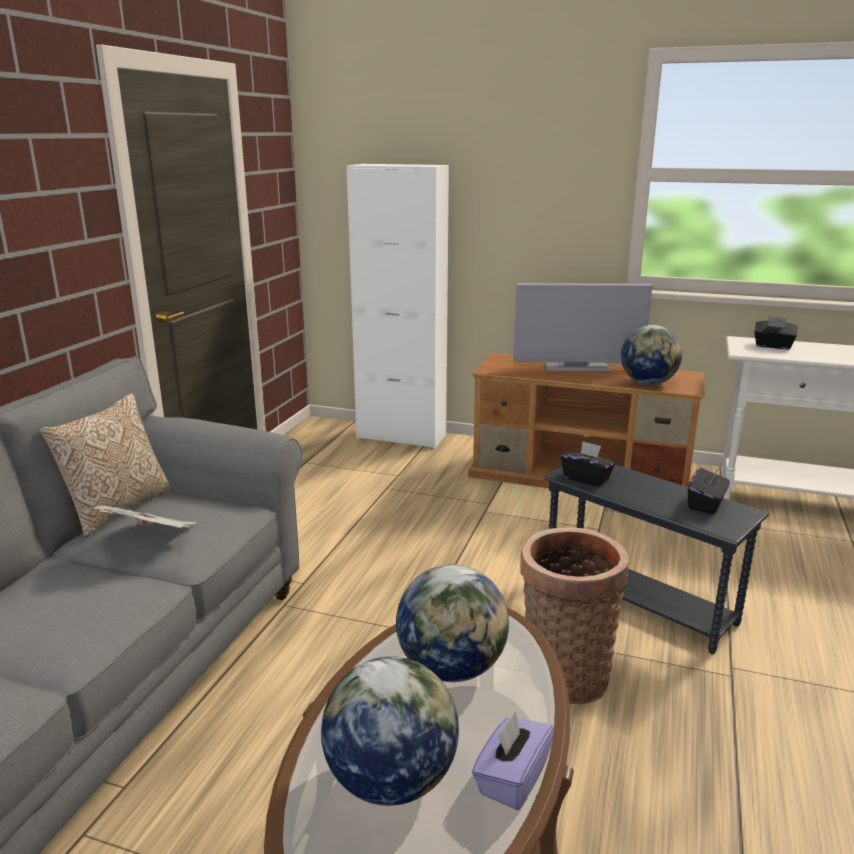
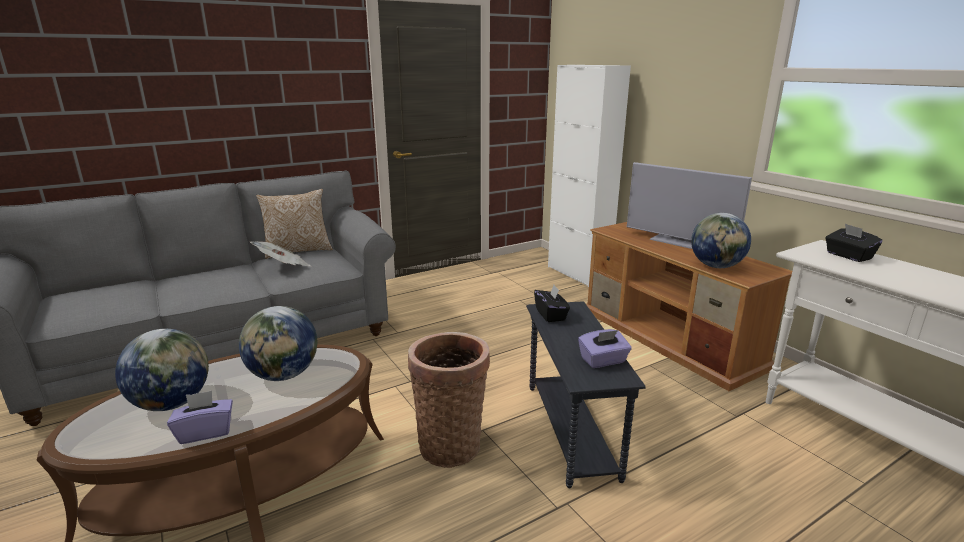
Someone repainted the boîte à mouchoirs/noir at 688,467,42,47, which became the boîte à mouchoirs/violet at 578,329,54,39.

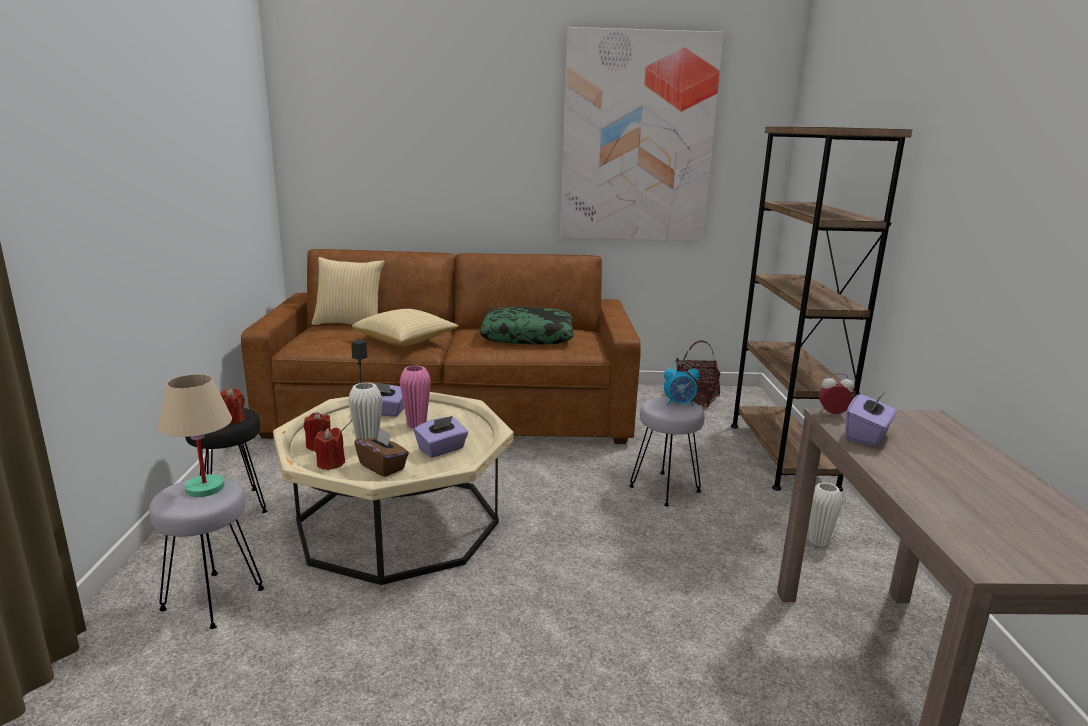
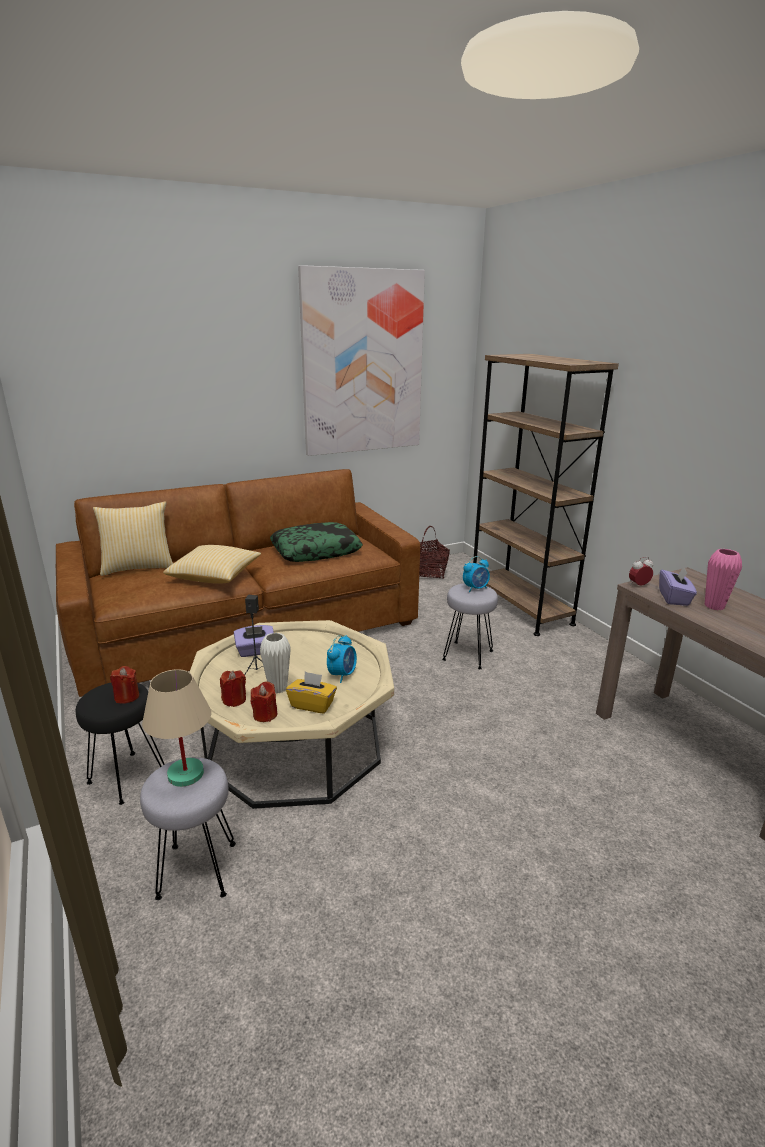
Someone repainted the boîte à mouchoirs/marron at 354,428,55,49, which became the boîte à mouchoirs/jaune at 286,671,51,42.
Someone swapped the boîte à mouchoirs/violet at 414,416,54,42 for the réveil at 327,635,30,48.
Someone carried the vase/rose from 400,365,31,64 to 705,549,37,61.
Someone took away the vase/blanc at 809,483,34,64.

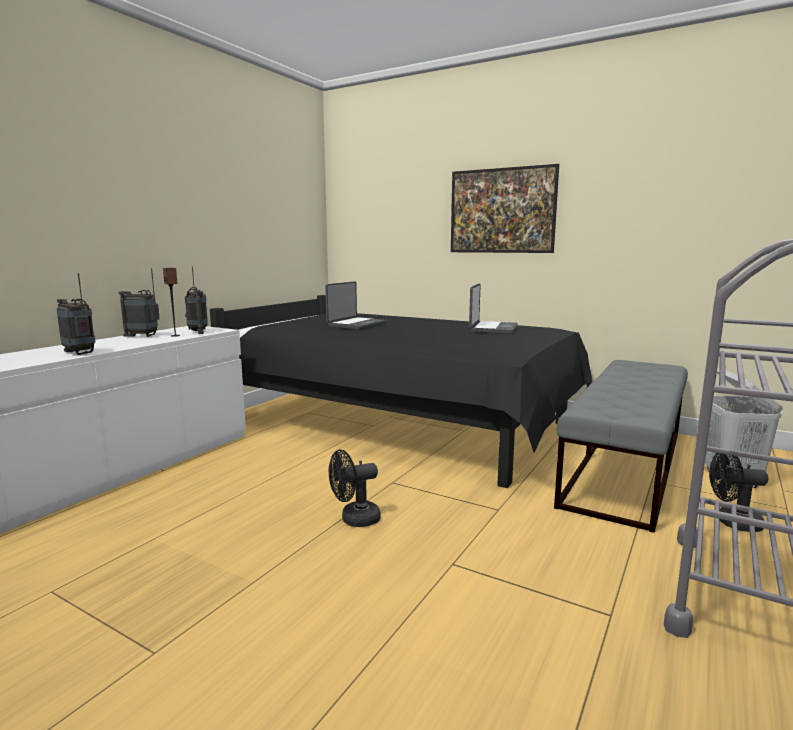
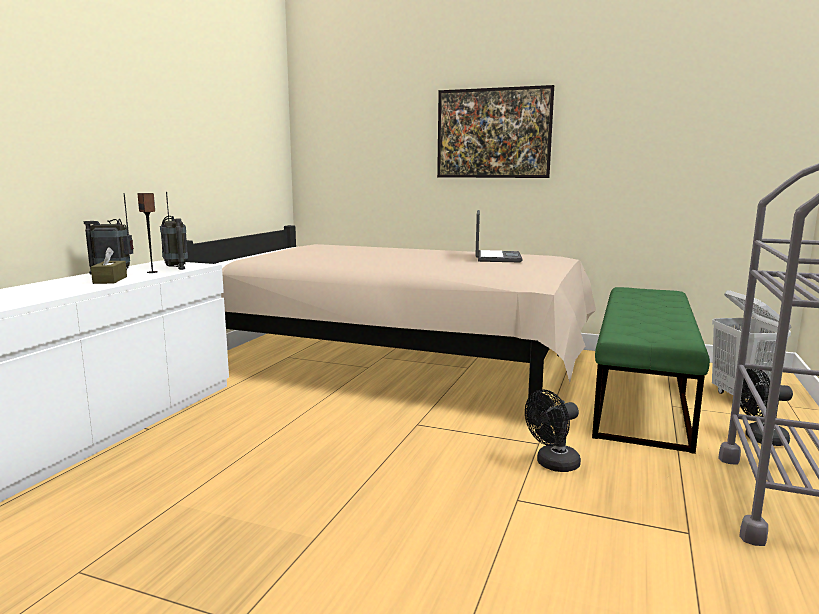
Someone put down the boîte à mouchoirs/marron at 91,247,36,37.
Someone repainted the lit/noir at 210,295,383,193, which became the lit/beige at 186,225,410,195.
Someone carried the ventilateur/noir from 329,450,52,77 to 525,390,56,82.
Someone repainted the banc/gris at 554,360,134,173, which became the banc/vert at 592,287,118,167.
Someone took away the radio at 56,273,39,82.
Someone took away the ordinateur portable at 325,281,62,49.

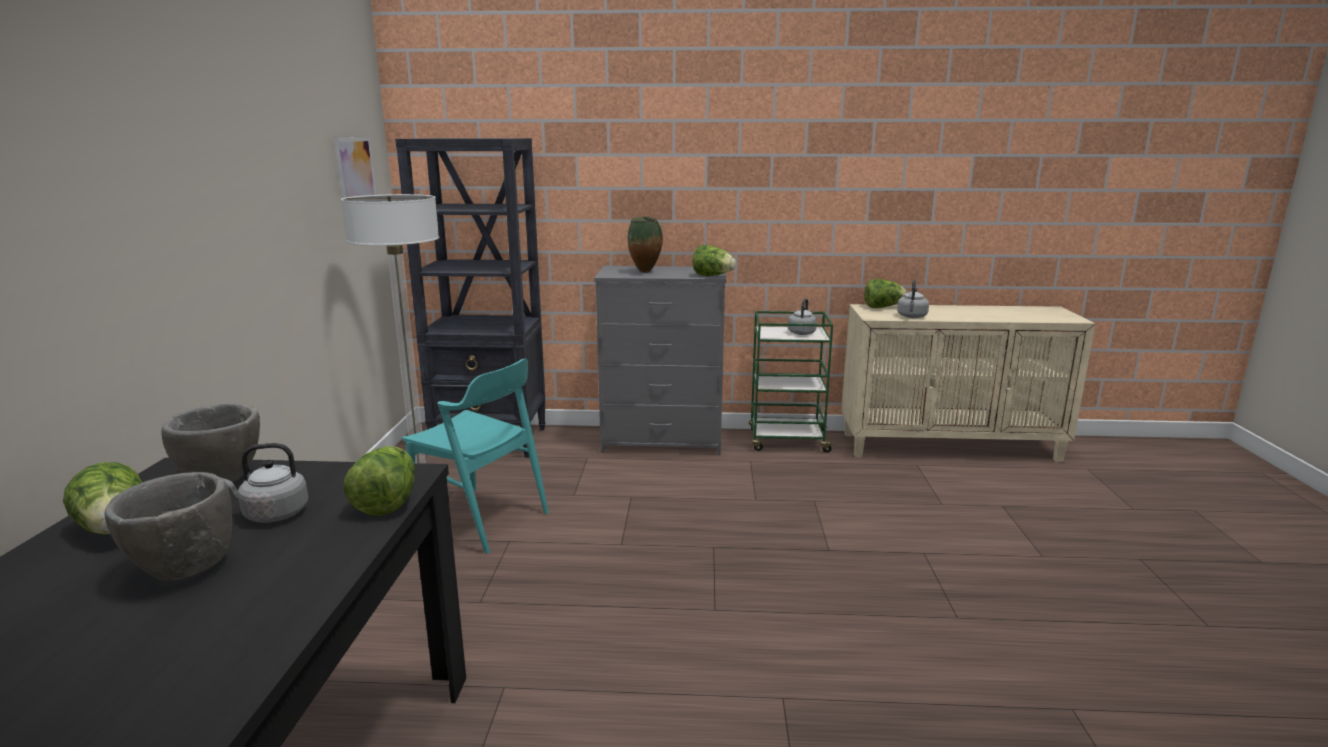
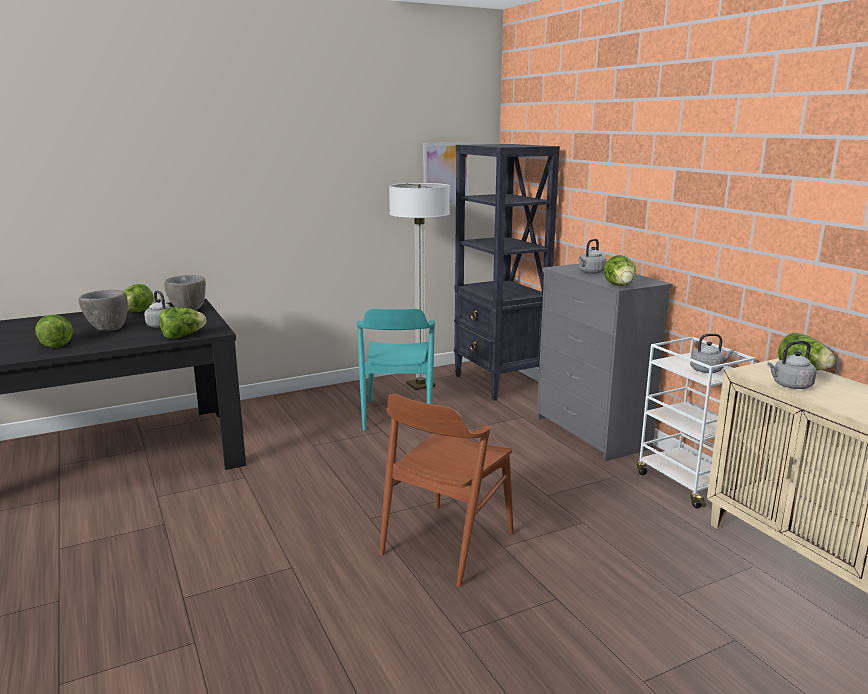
Someone put down the laitue at 35,314,38,34.
Someone put down the chaise/marron at 380,394,133,193.
Someone swapped the vase at 628,216,35,57 for the bouilloire/gris at 579,239,28,35.
Someone repainted the chariot/vert at 749,311,87,142, which became the chariot/blanc at 637,337,118,171.

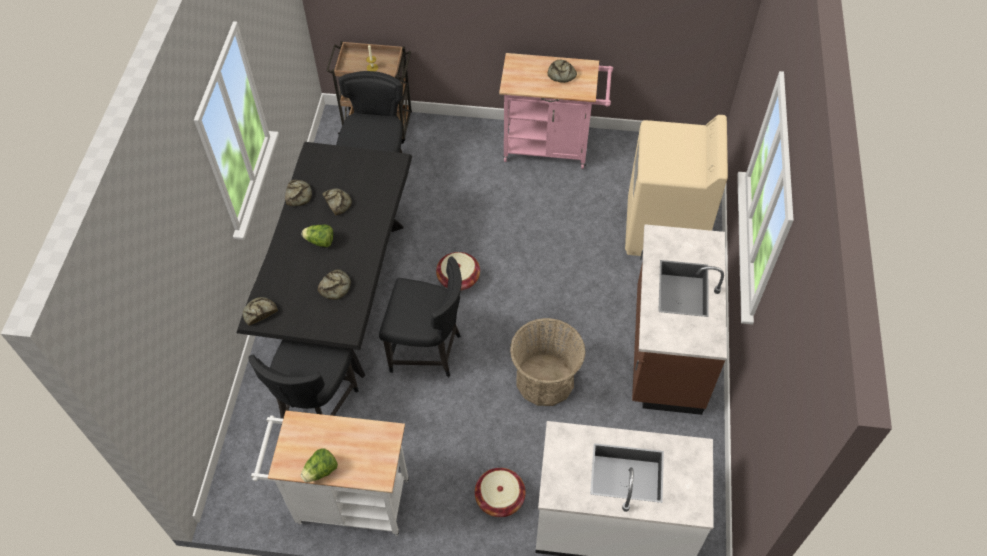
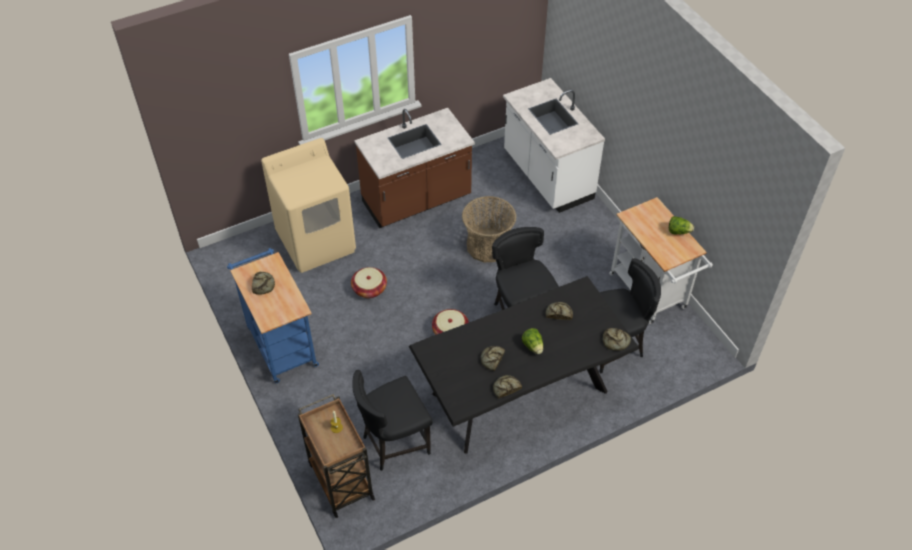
Someone repainted the chariot/rose at 499,53,114,116, which became the chariot/bleu at 227,248,92,135.
Someone carried the panier from 475,468,51,49 to 351,267,36,31.

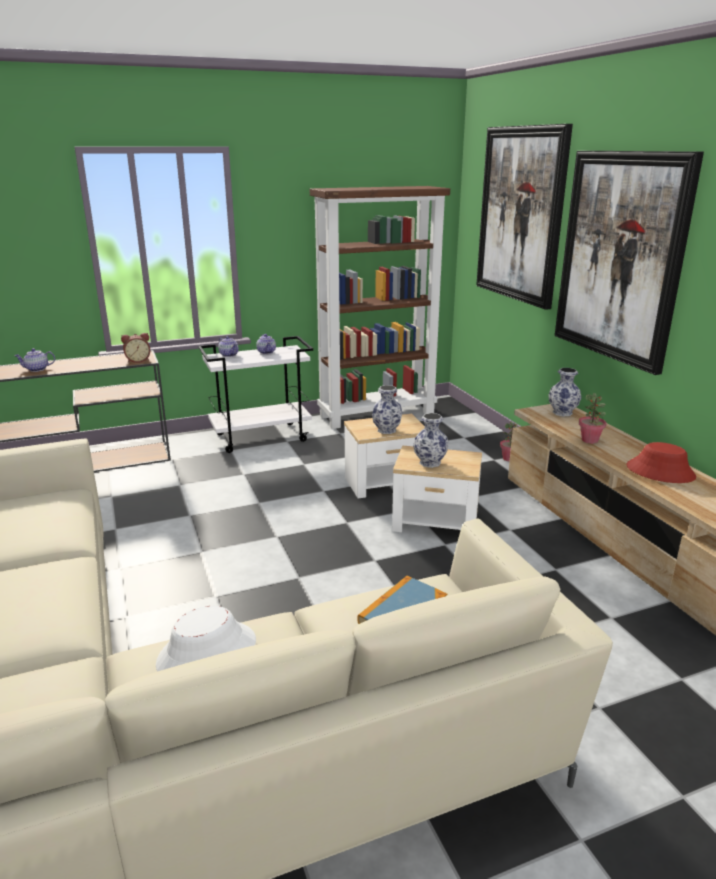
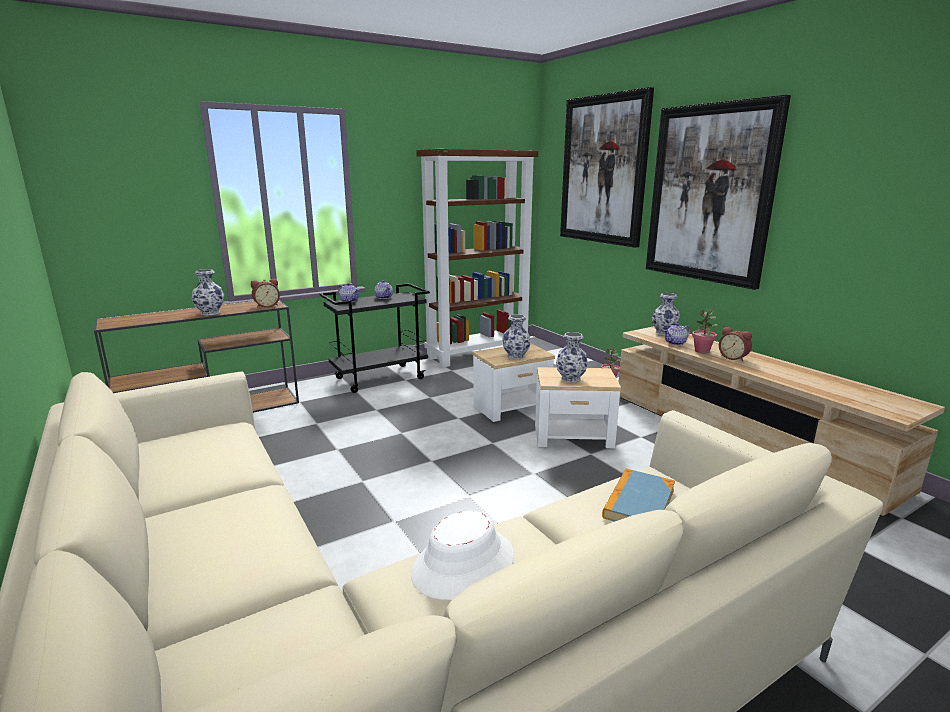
Someone put down the vase at 192,269,32,47.
Someone repainted the chariot/blanc at 198,336,115,117, which became the chariot/noir at 319,283,111,110.
Someone carried the théière from 14,348,41,24 to 664,323,26,22.
Someone put down the réveil at 719,327,33,34.
Someone took away the chapeau/rouge at 626,442,70,41.

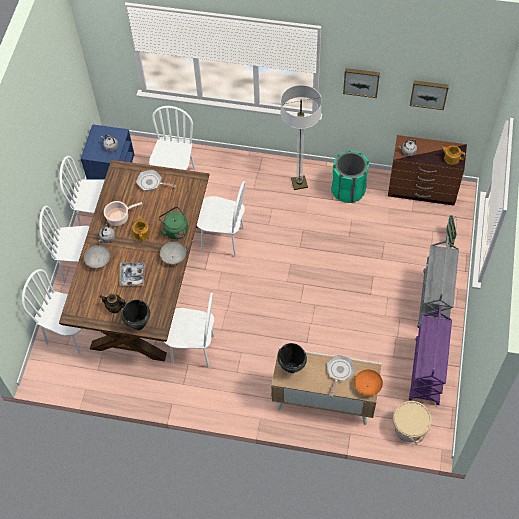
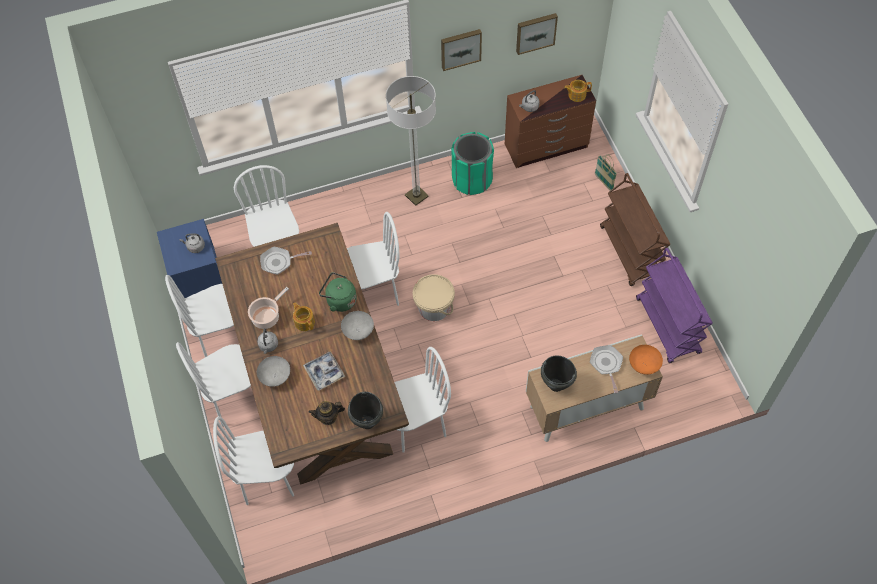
Someone carried the seau/beige from 393,401,39,42 to 413,274,42,47.
Someone repainted the chariot/gris at 417,236,42,92, which became the chariot/marron at 600,173,71,113.

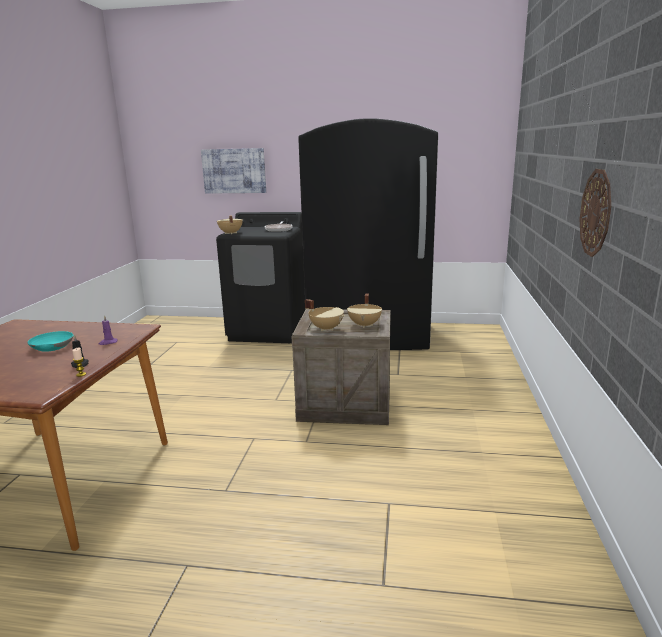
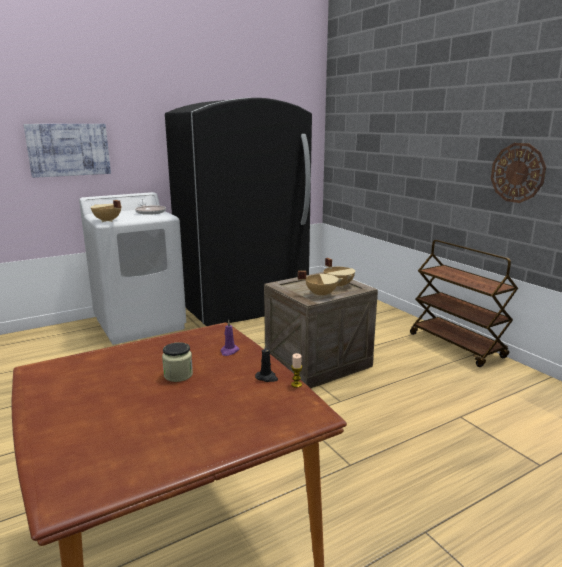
Someone repainted the lave-linge/noir at 216,212,89,131, which became the lave-linge/blanc at 79,192,107,153.
Someone swapped the bol/turquoise at 28,331,46,21 for the bocal at 162,342,31,40.
Someone put down the chariot/marron at 410,240,108,127.

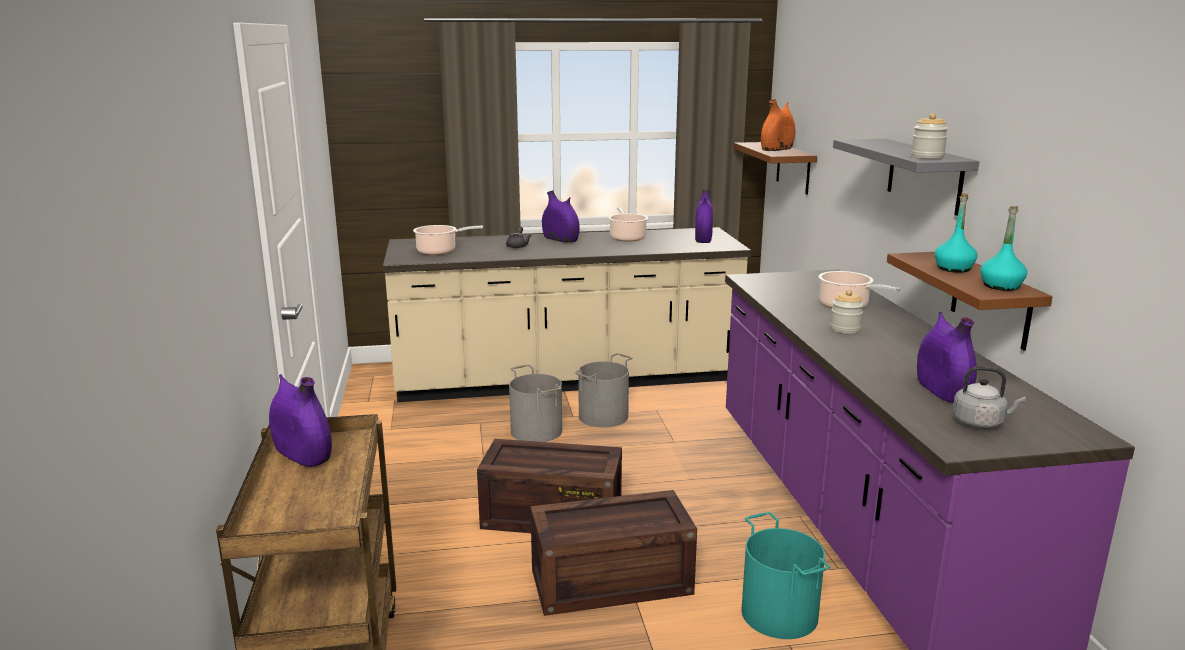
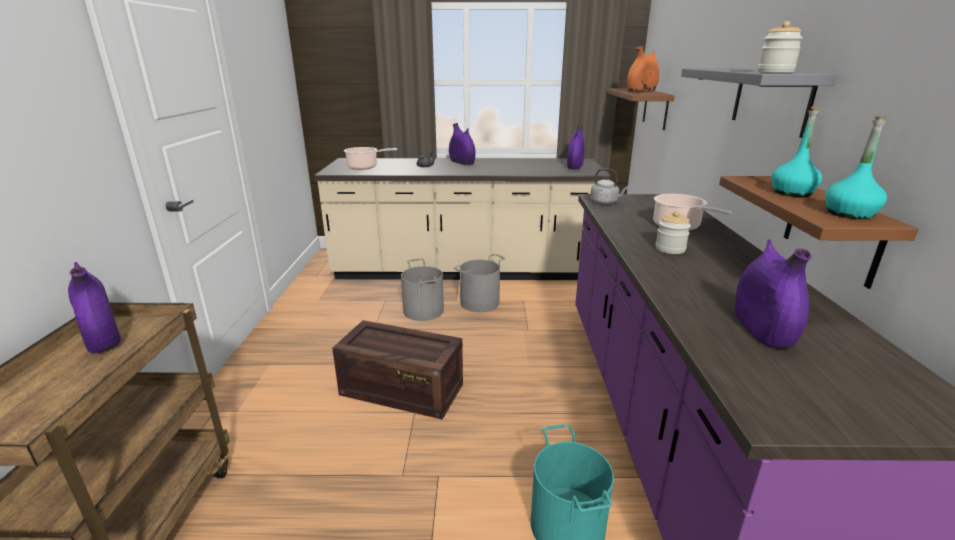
Someone carried the bouilloire/gris from 953,366,73,63 to 590,168,38,36.
Someone took away the caisse at 530,490,167,126.
Someone took away the marmite at 608,207,40,35.

